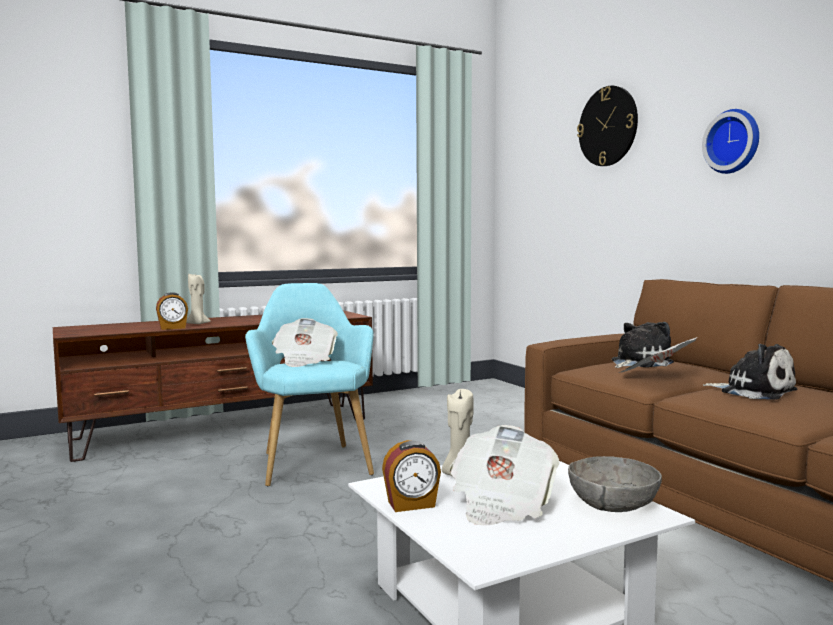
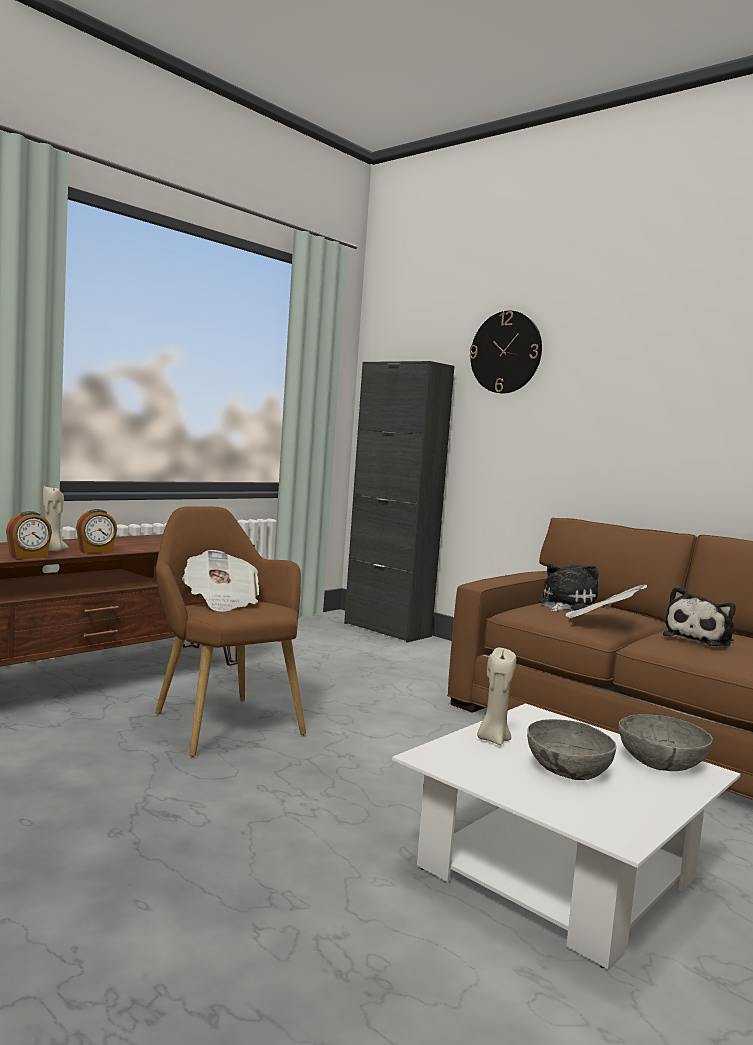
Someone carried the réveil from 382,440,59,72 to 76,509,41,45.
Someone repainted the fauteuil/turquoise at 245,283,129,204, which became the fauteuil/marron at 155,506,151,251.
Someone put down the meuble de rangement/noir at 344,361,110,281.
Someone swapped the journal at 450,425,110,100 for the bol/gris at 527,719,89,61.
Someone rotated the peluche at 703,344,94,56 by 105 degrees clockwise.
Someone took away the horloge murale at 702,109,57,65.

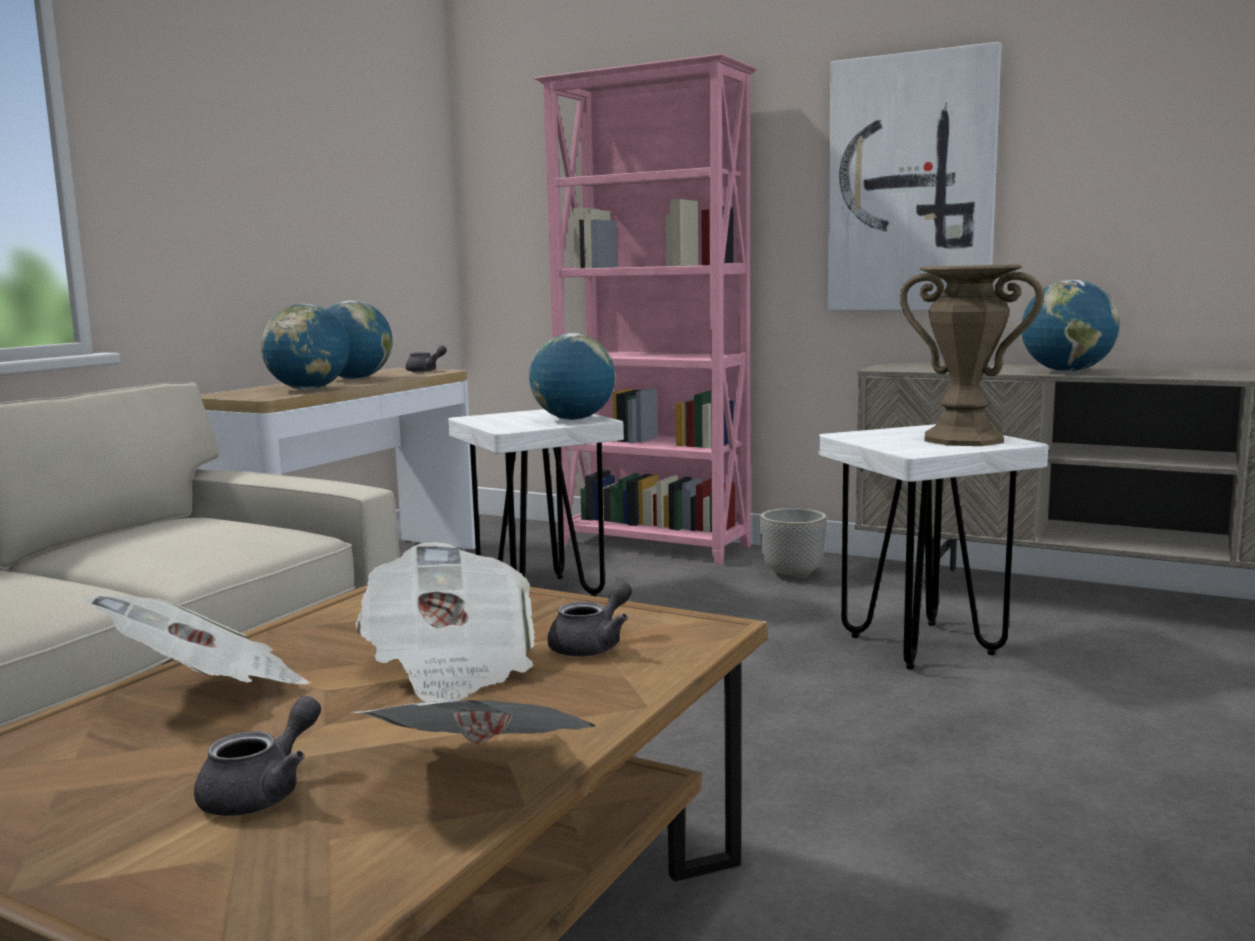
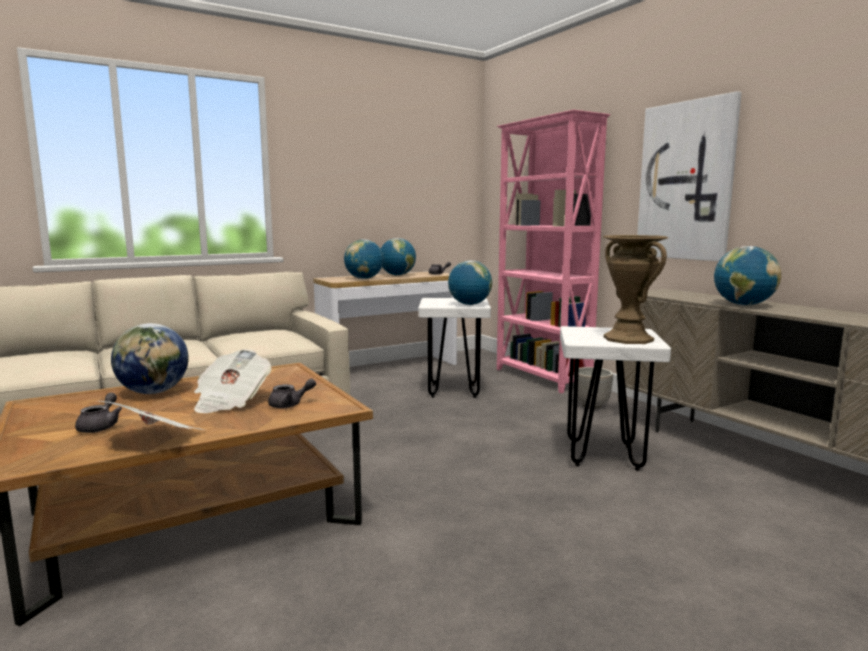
Someone rotated the théière/gris at 194,696,127,120 by 60 degrees counterclockwise.
Someone swapped the journal at 84,596,228,88 for the globe at 111,323,78,71.

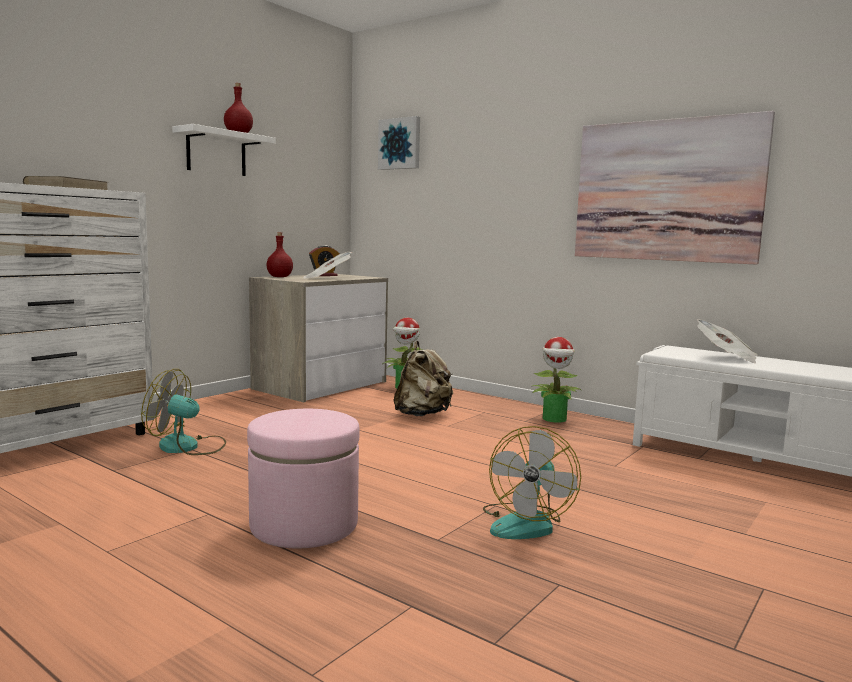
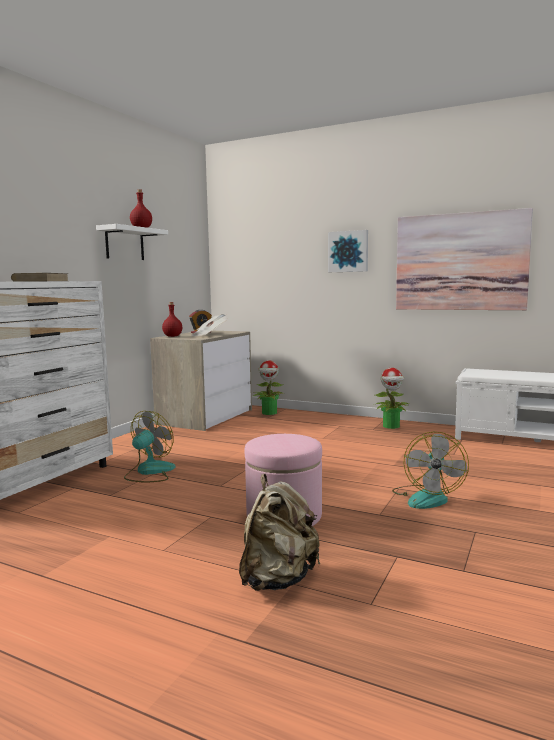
Someone rotated the ventilateur at 141,369,85,86 by 120 degrees clockwise.
Someone carried the sac à dos/beige from 393,341,60,75 to 239,474,81,117.
Someone carried the tableau from 378,116,42,54 to 328,230,40,42.
Someone took away the journal at 697,319,60,45.

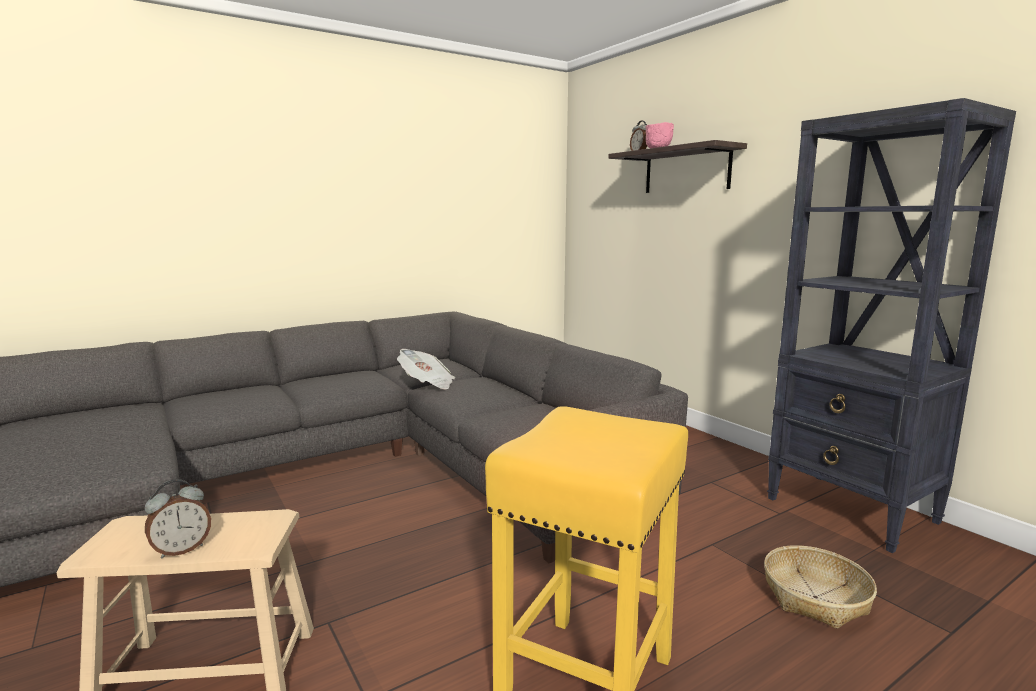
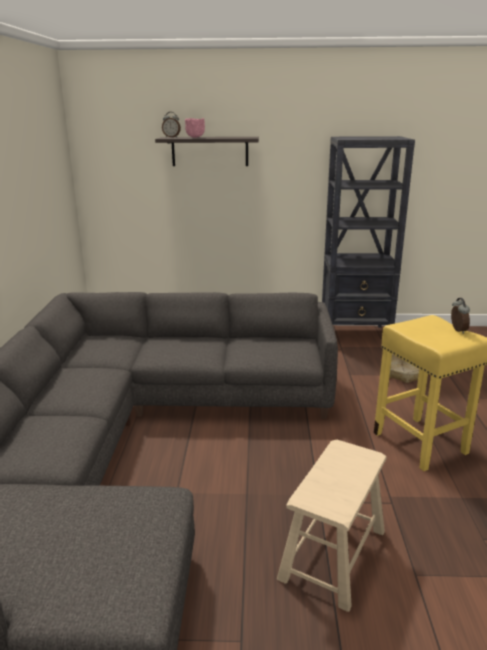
Someone carried the réveil from 145,479,66,80 to 451,298,19,36.
Someone took away the journal at 397,349,58,41.

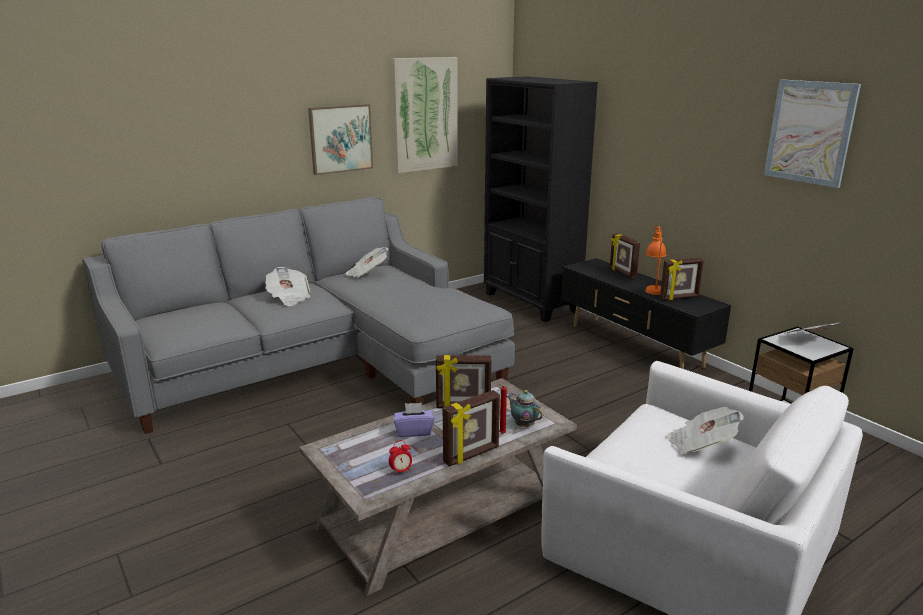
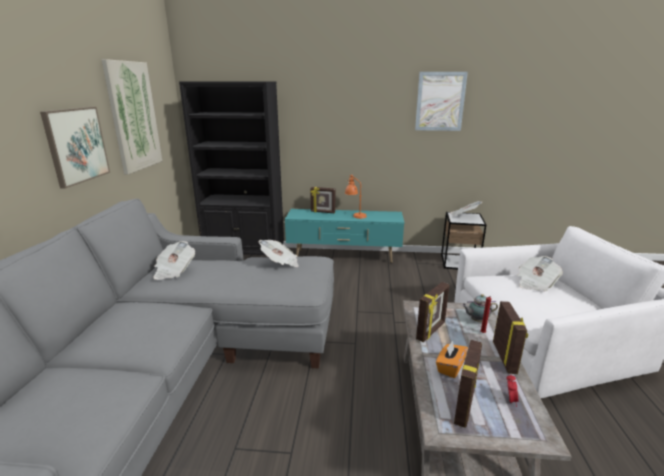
Someone carried the journal from 266,267,44,39 to 259,240,40,27.
Someone repainted the meuble télé/noir at 562,258,169,111, which became the meuble télé/turquoise at 285,209,120,54.
Someone repainted the boîte à mouchoirs/violet at 394,403,40,34, which became the boîte à mouchoirs/orange at 436,340,32,38.
Someone carried the cadre photo from 660,258,44,42 to 454,340,28,88.

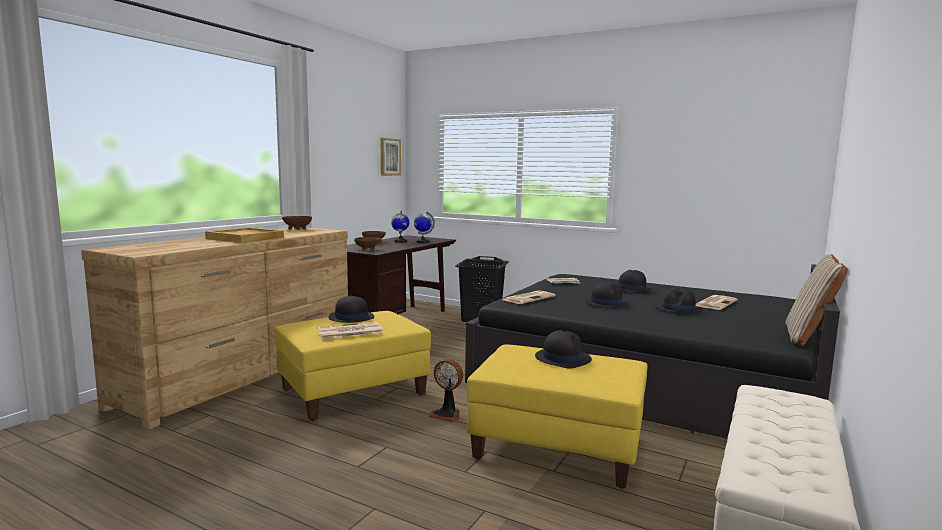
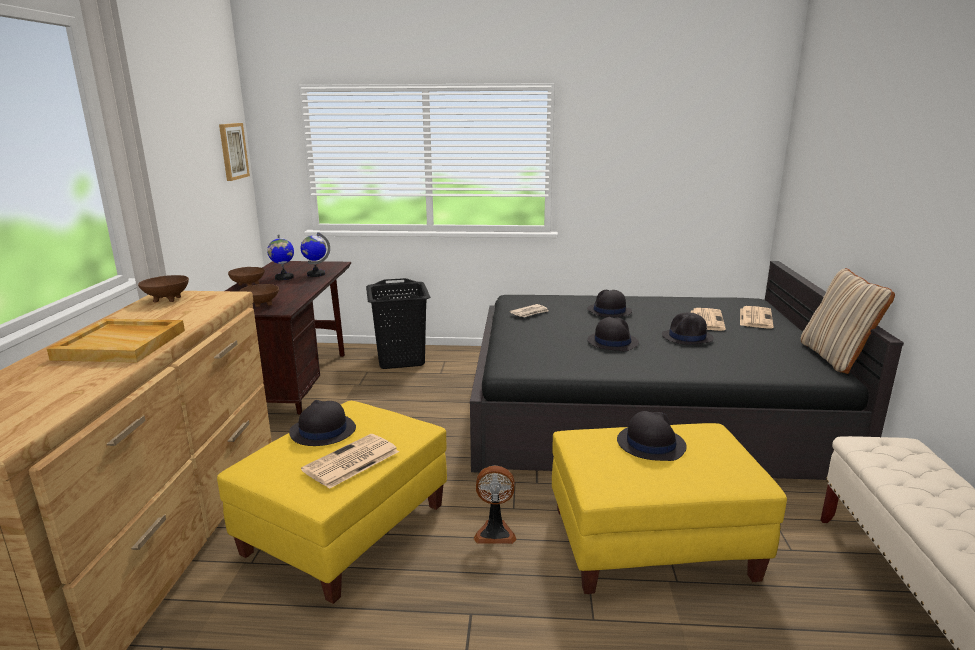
Someone carried the journal from 503,290,52,14 to 740,306,33,22.

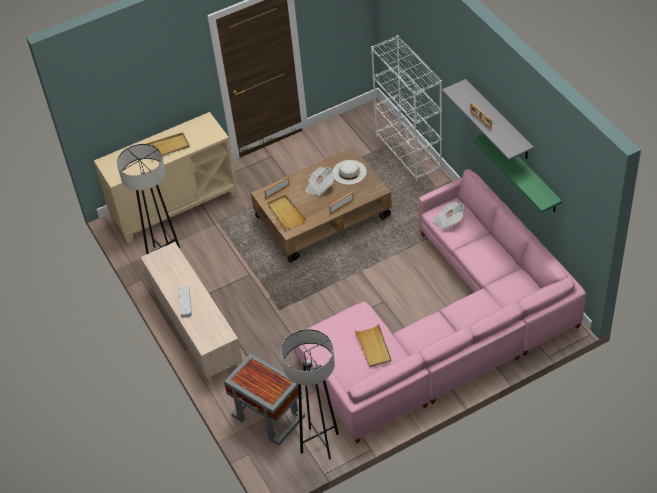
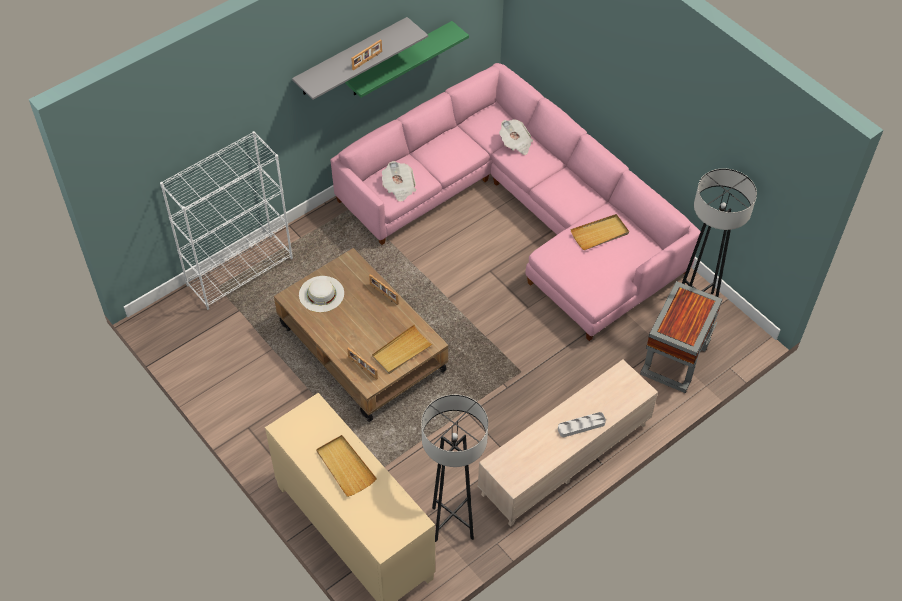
Someone carried the journal from 305,167,29,29 to 499,119,34,36.

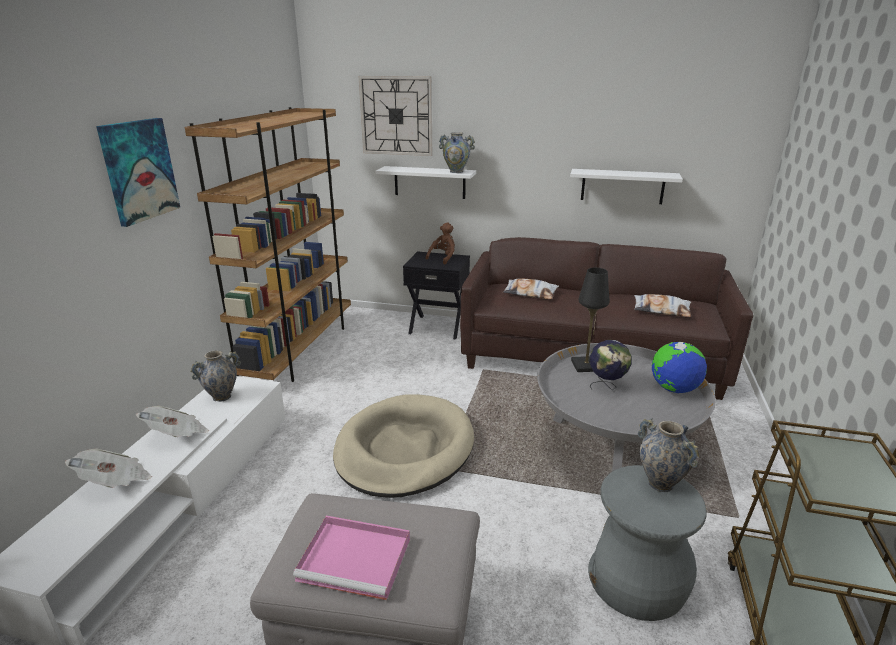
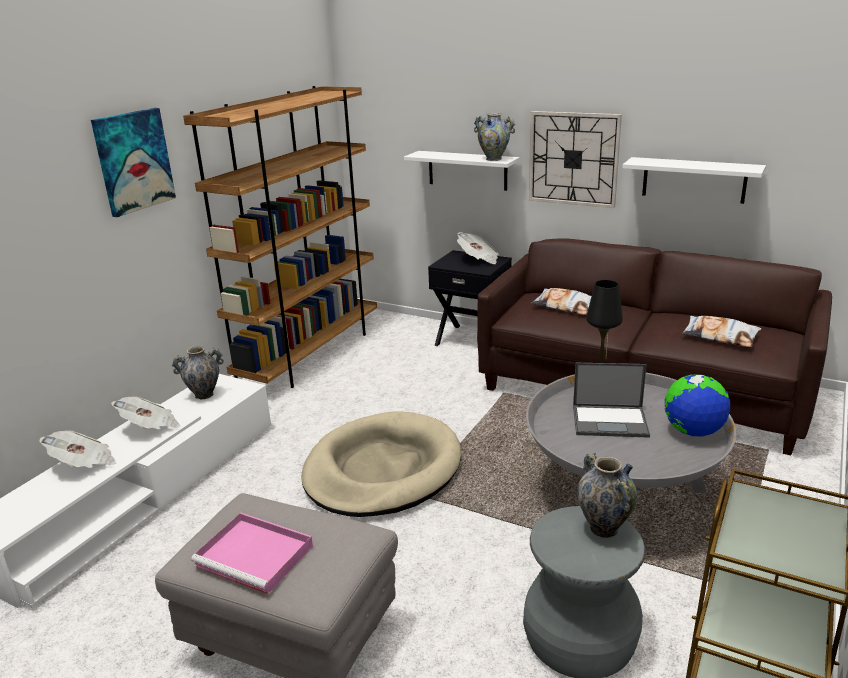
Someone swapped the peluche/marron at 426,222,29,42 for the journal at 457,232,42,32.
Someone carried the horloge murale from 358,76,74,80 to 529,111,93,97.
Someone swapped the globe at 590,340,42,50 for the ordinateur portable at 573,363,77,75.

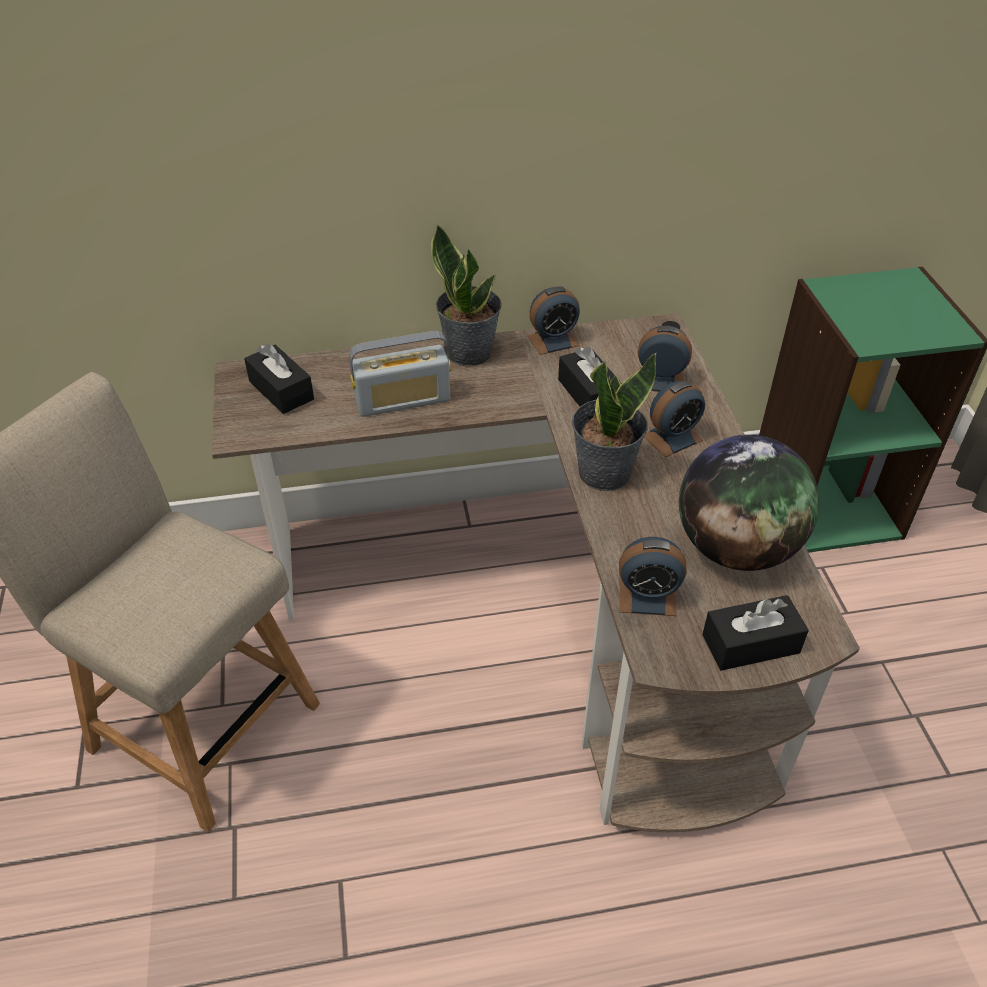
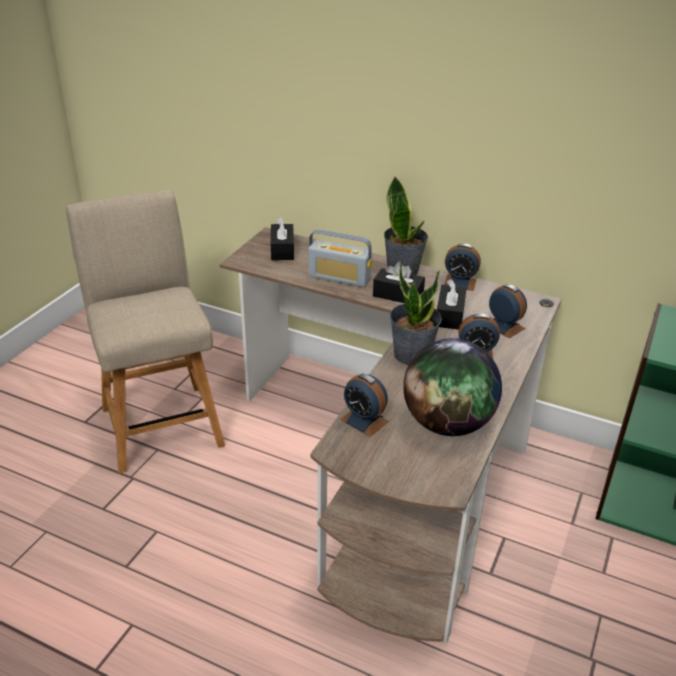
Someone carried the boîte à mouchoirs/noir from 702,595,107,76 to 373,262,52,41.

